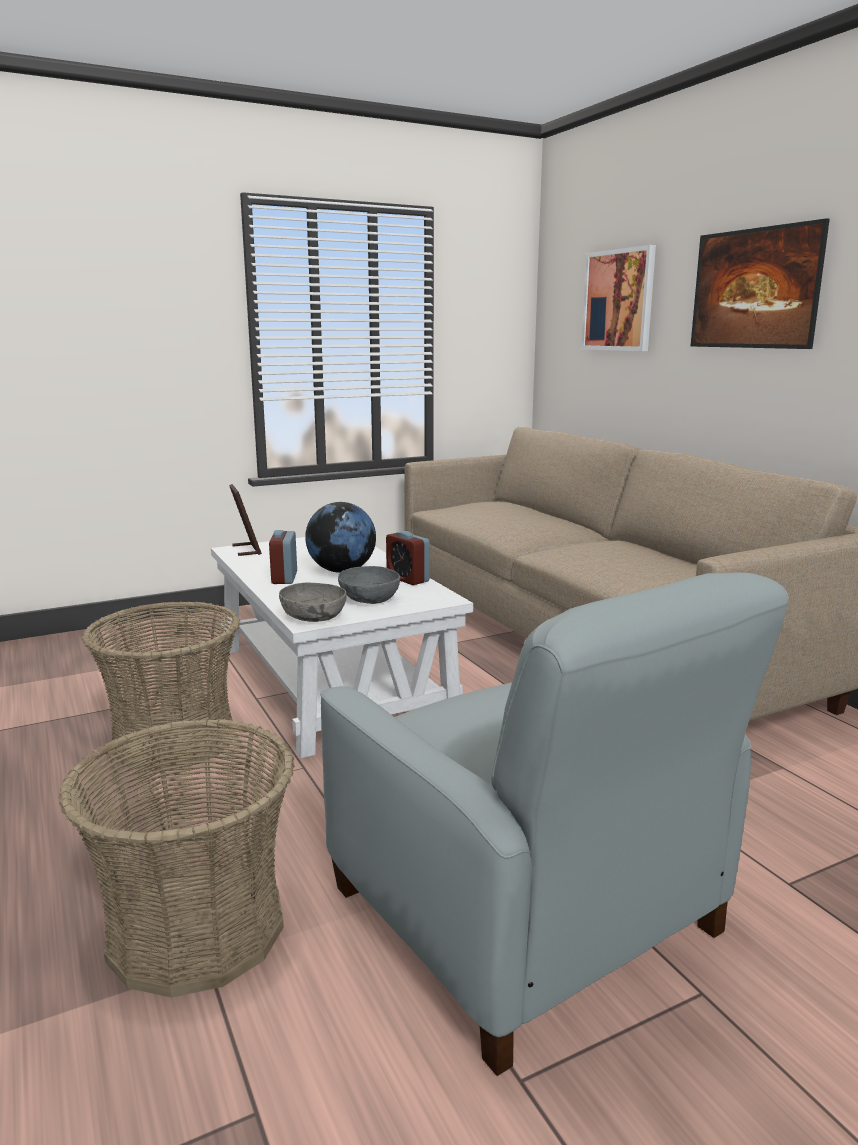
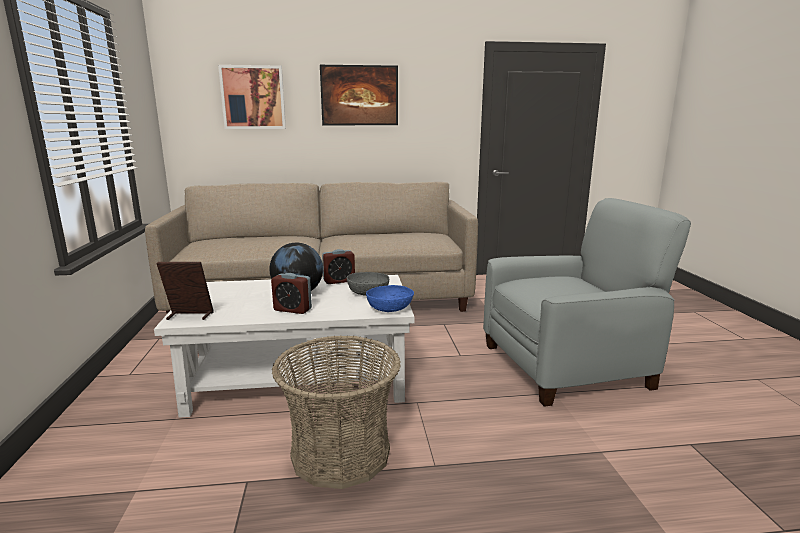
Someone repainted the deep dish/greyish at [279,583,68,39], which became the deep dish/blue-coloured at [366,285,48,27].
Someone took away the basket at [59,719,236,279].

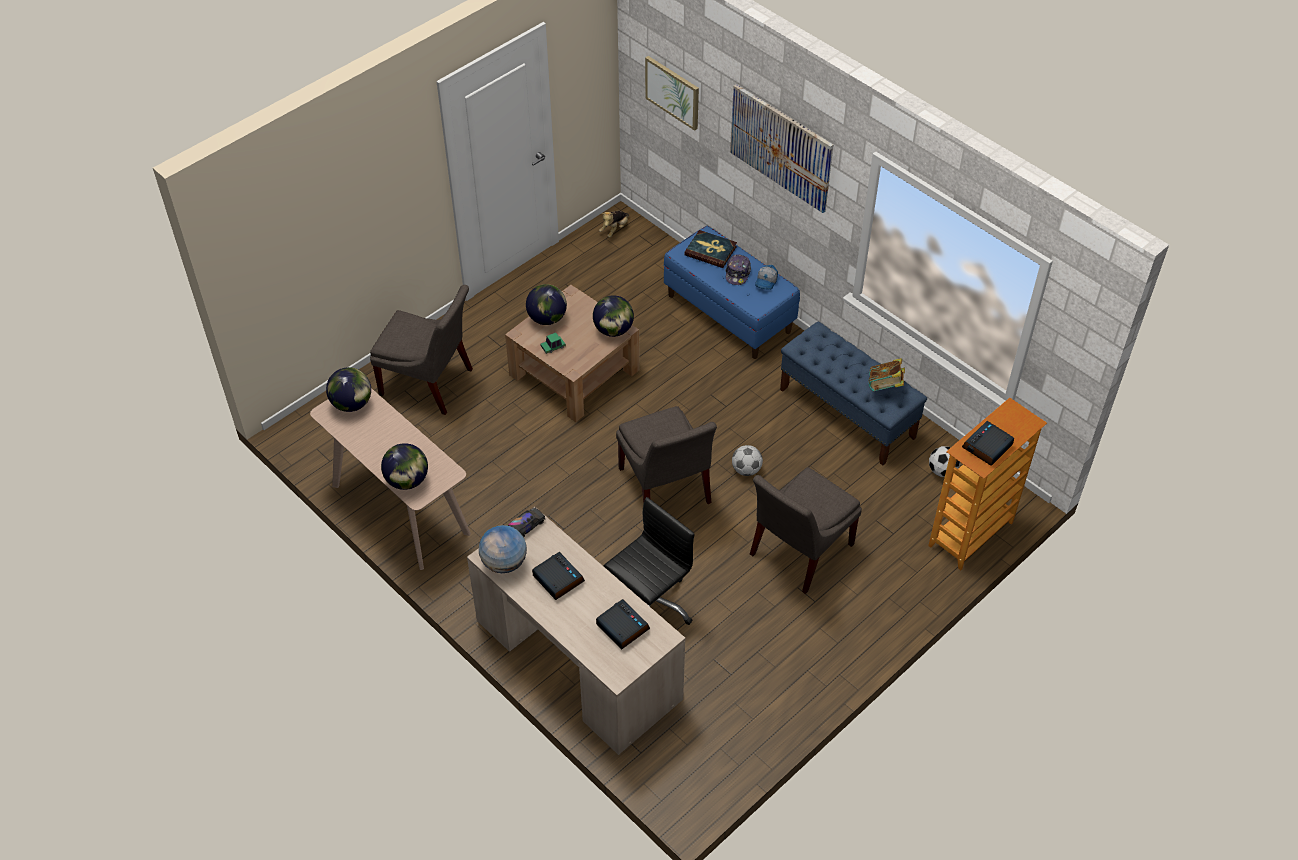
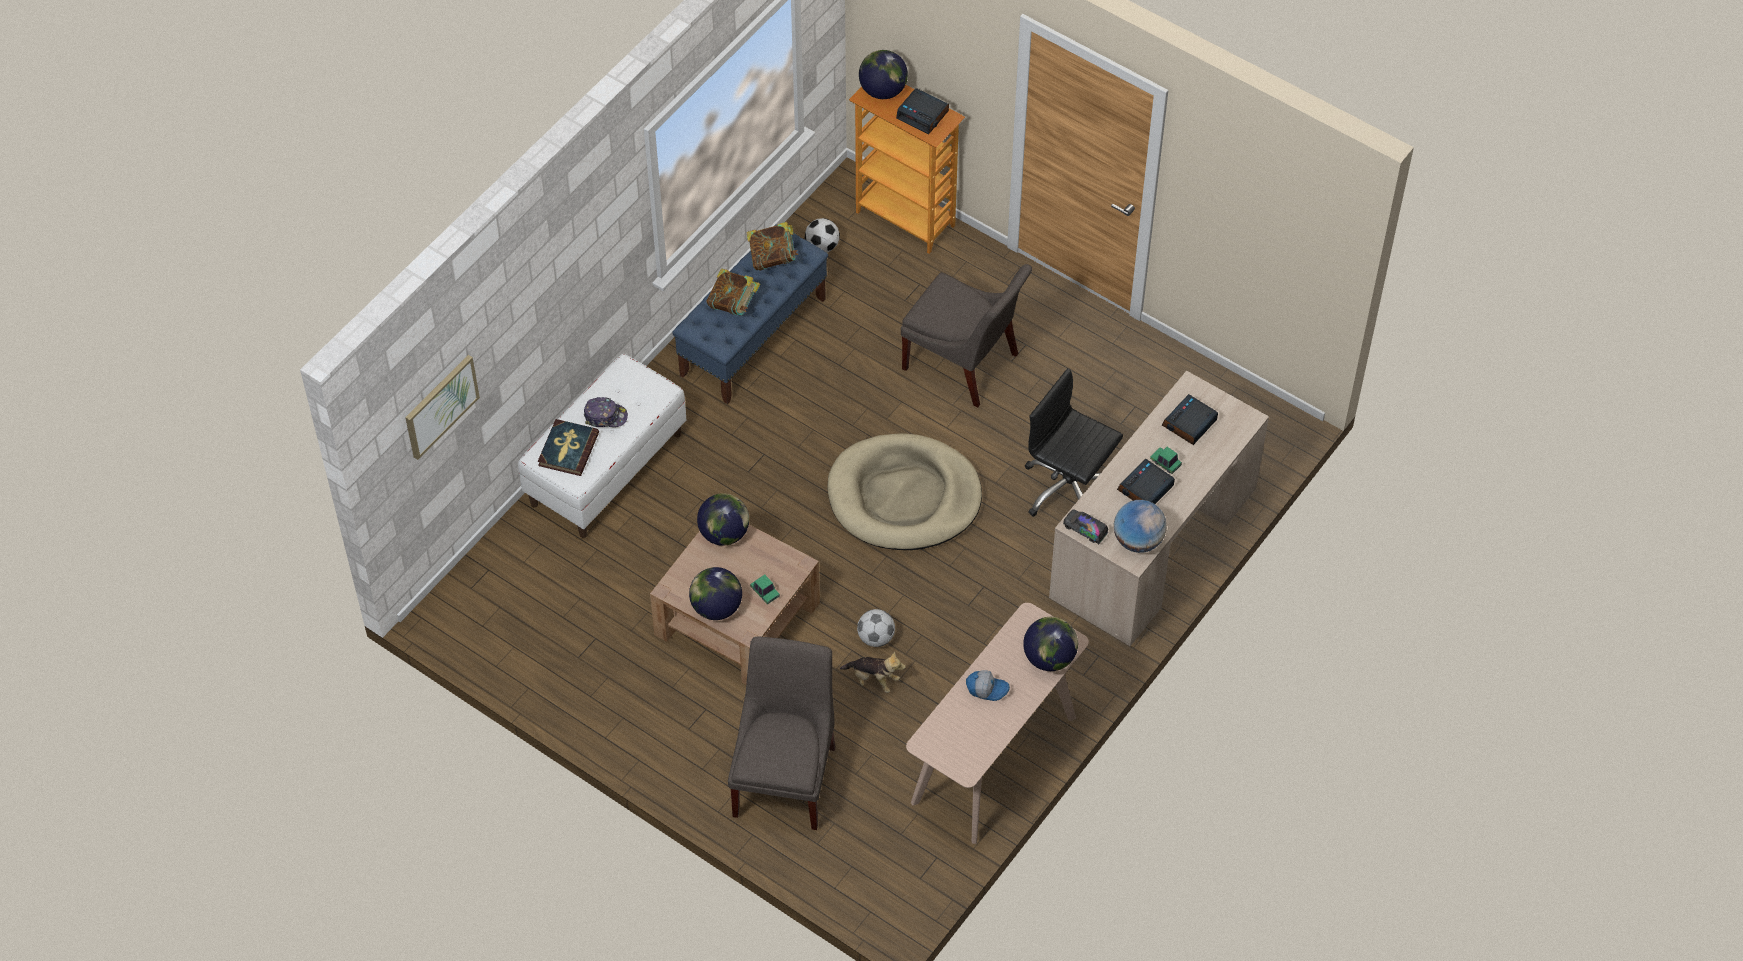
Someone took away the wall picture at [730,84,103,129].
Someone carried the cuddly toy from [599,211,30,27] to [840,651,66,42].
Someone repainted the bench/blue-coloured at [664,226,136,133], which became the bench/whitish at [518,354,168,184].
Someone carried the baseball cap from [755,265,23,25] to [966,670,44,31].
Someone carried the desk globe from [326,367,45,45] to [859,50,49,49].
Someone swapped the chair/greyish at [616,406,101,98] for the dog cushion/beige at [827,433,155,117].
Someone carried the football ball from [732,445,31,31] to [857,609,38,38].
Someone put down the bound book at [706,268,54,47].
Someone put down the model car at [1150,447,32,27].

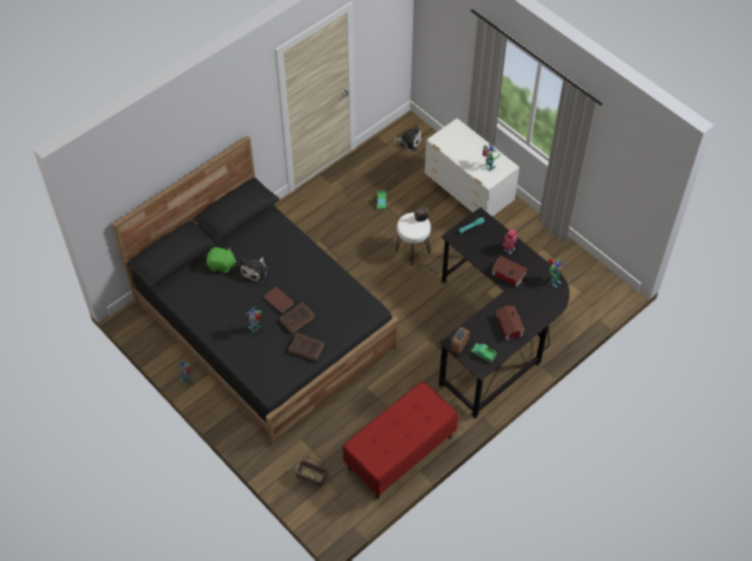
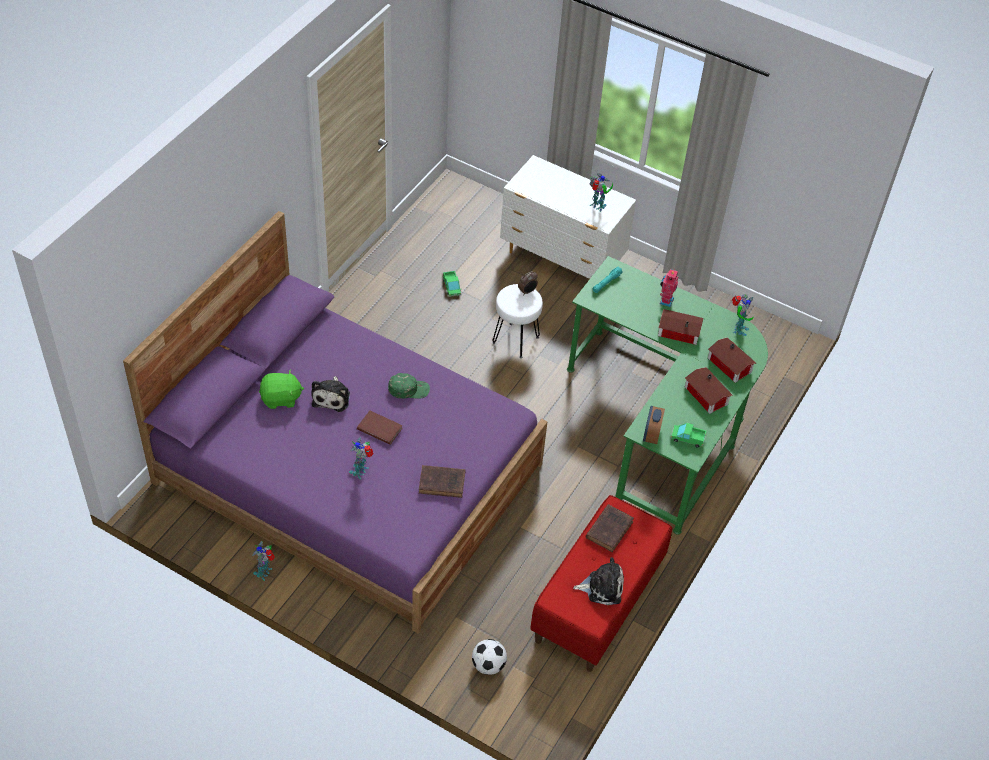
Someone carried the cuddly toy from [393,125,30,26] to [573,557,51,48].
Someone repainted the sleeping bed/blackish at [112,136,287,309], which became the sleeping bed/purple-coloured at [123,211,424,423].
Someone repainted the desk unit/blackish at [439,207,131,211], which became the desk unit/green-coloured at [567,256,201,279].
Someone carried the bound book/brown from [279,302,37,32] to [586,504,48,48].
Someone swapped the basket at [295,456,32,32] for the football ball at [472,639,35,36].
Someone put down the miniature house at [708,337,48,46].
Someone put down the baseball cap/green-coloured at [388,373,42,26].

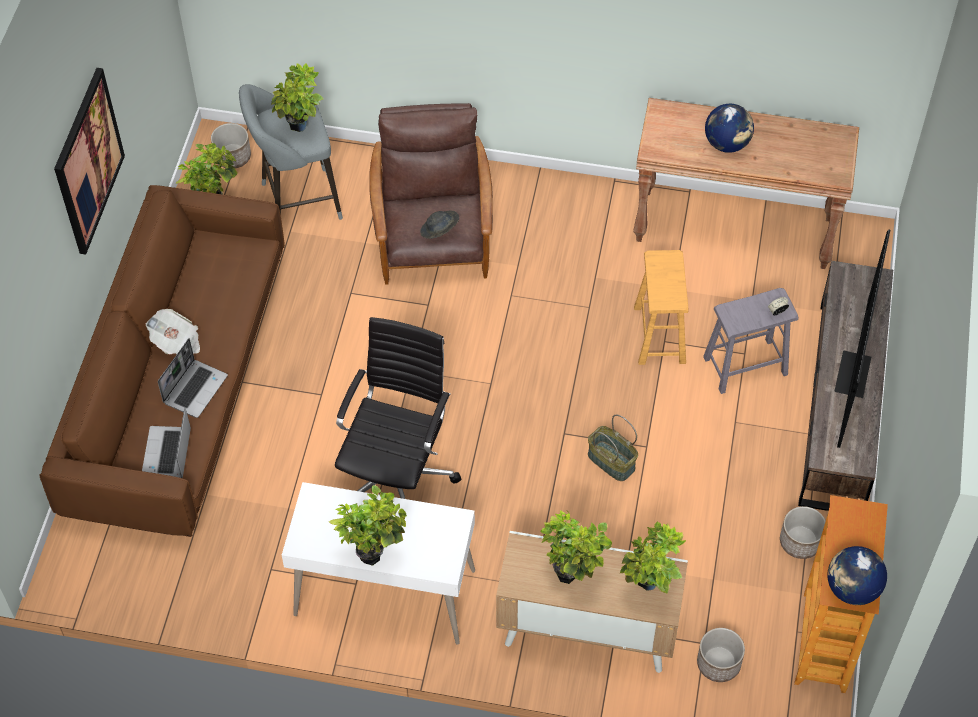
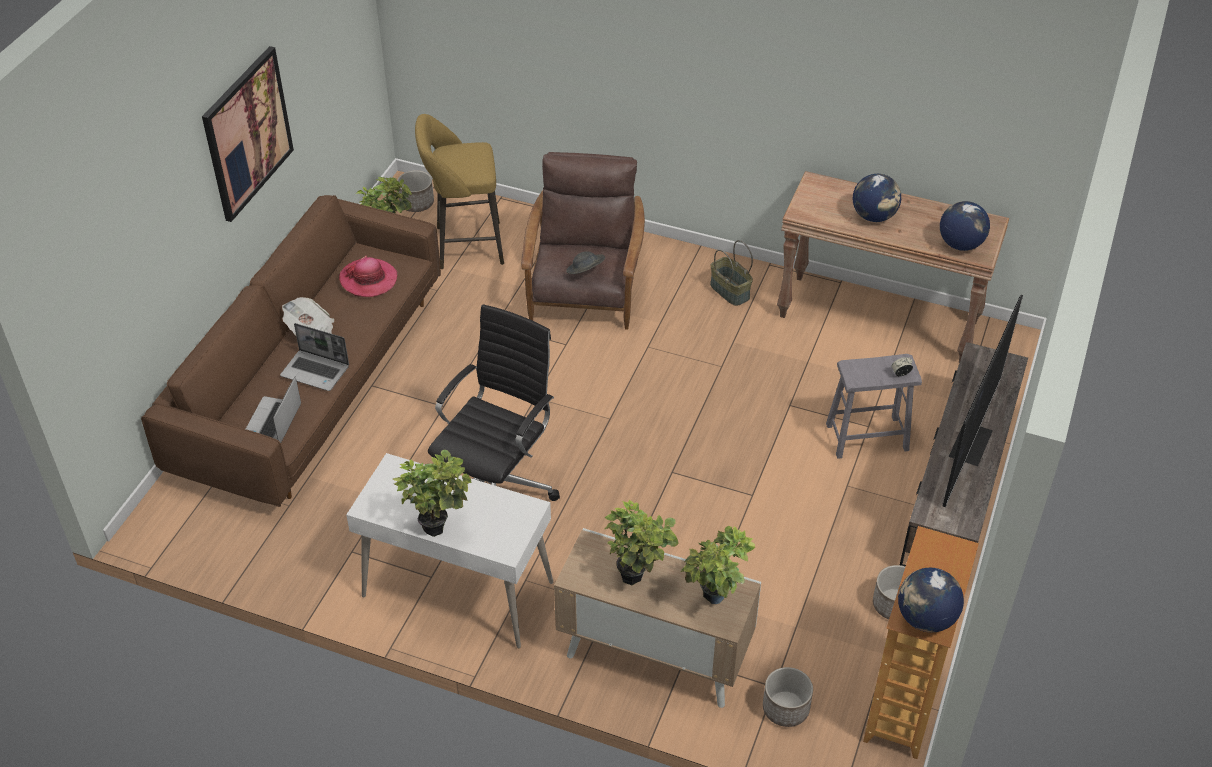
Someone took away the houseplant at [271,63,52,69].
Someone repainted the stool seat/greyish at [239,84,104,136], which became the stool seat/yellowish at [415,114,89,155].
Someone took away the stool seat/brown at [634,250,54,115].
Someone rotated the portable computer at [158,338,70,80] by 75 degrees clockwise.
Someone carried the basket from [588,415,50,66] to [710,240,43,66].
Someone put down the desk globe at [940,201,50,50].
Someone put down the wearable hat at [339,256,59,41].

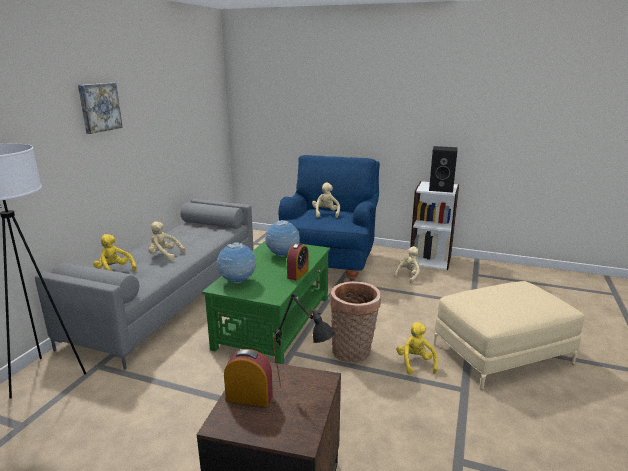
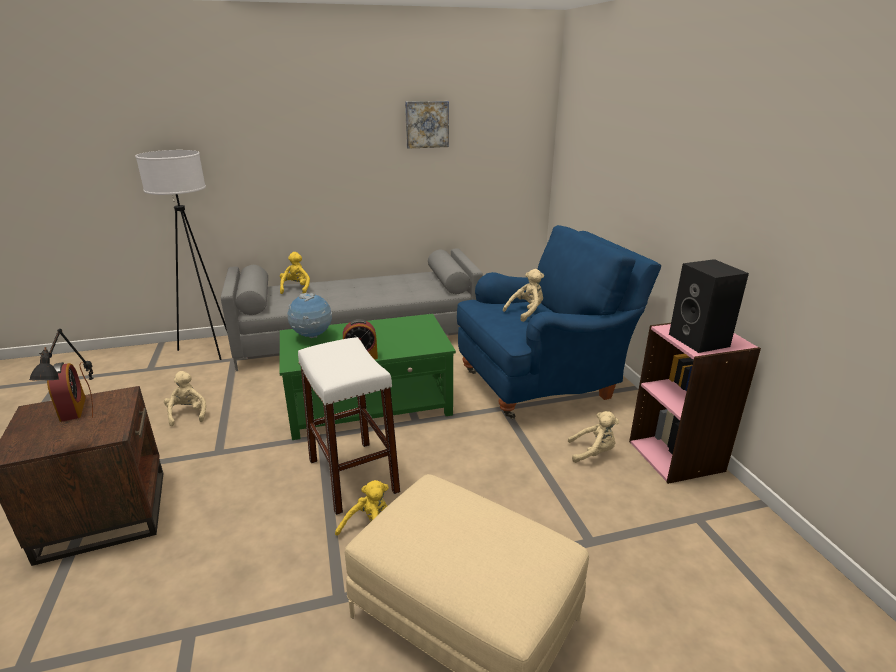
Someone carried the wall picture from [78,83,45,51] to [405,101,44,48].
Someone repainted the shelving unit/whitish at [410,181,49,89], which became the shelving unit/pinkish at [629,323,132,161].
Someone took away the desk globe at [265,220,35,37].
Someone carried the cuddly toy/beige from [148,222,37,39] to [164,371,42,55].
Someone swapped the basket at [330,281,51,82] for the stool seat/whitish at [298,337,102,178].

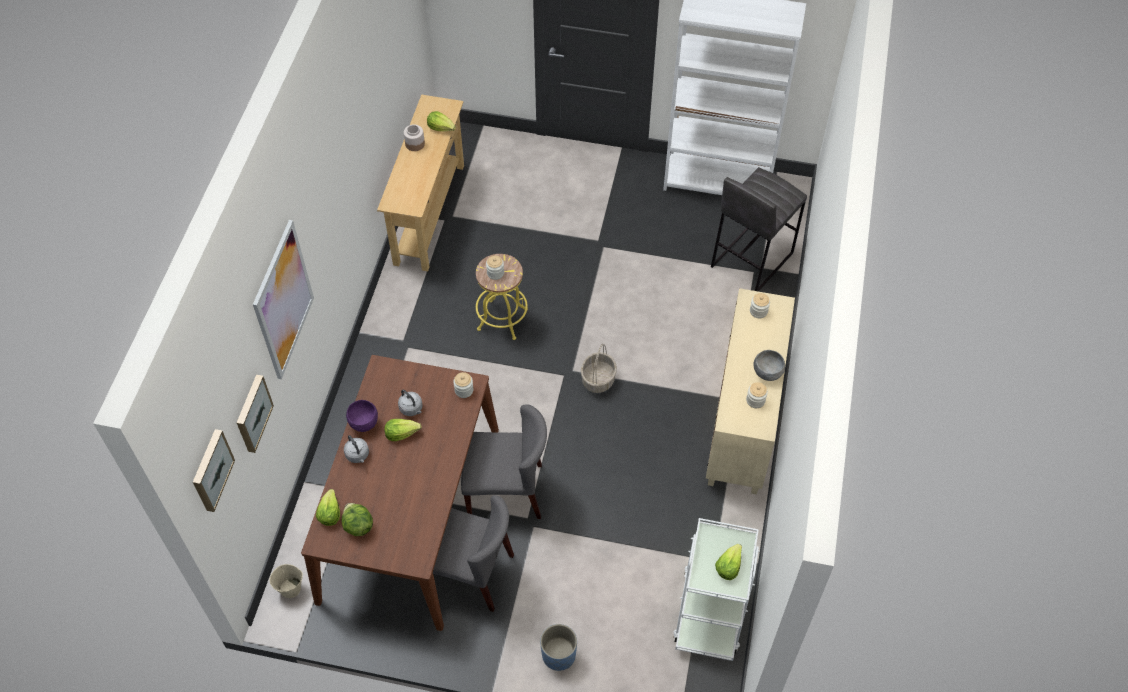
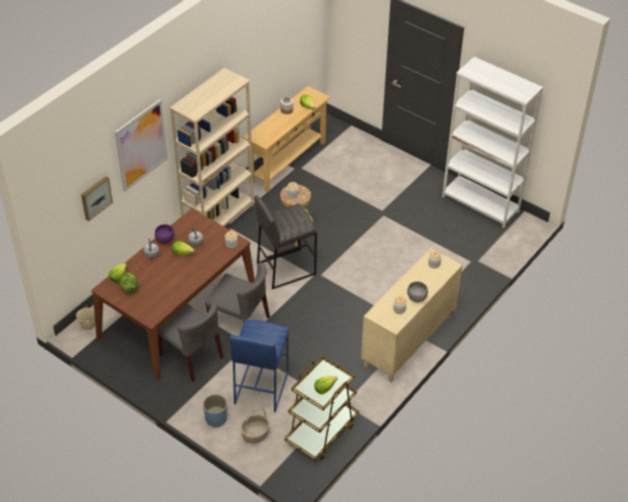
Someone carried the stool seat/greyish from [711,167,96,125] to [254,195,63,94].
Someone carried the basket from [581,343,36,50] to [241,407,29,37].
Someone took away the wall picture at [193,429,42,83].
Someone repainted the wheeled cart/whitish at [673,518,87,143], which became the wheeled cart/brown at [285,356,74,105].
Someone put down the shelving unit/beige at [170,68,84,159].
Someone put down the stool seat/blue-coloured at [230,319,59,94].

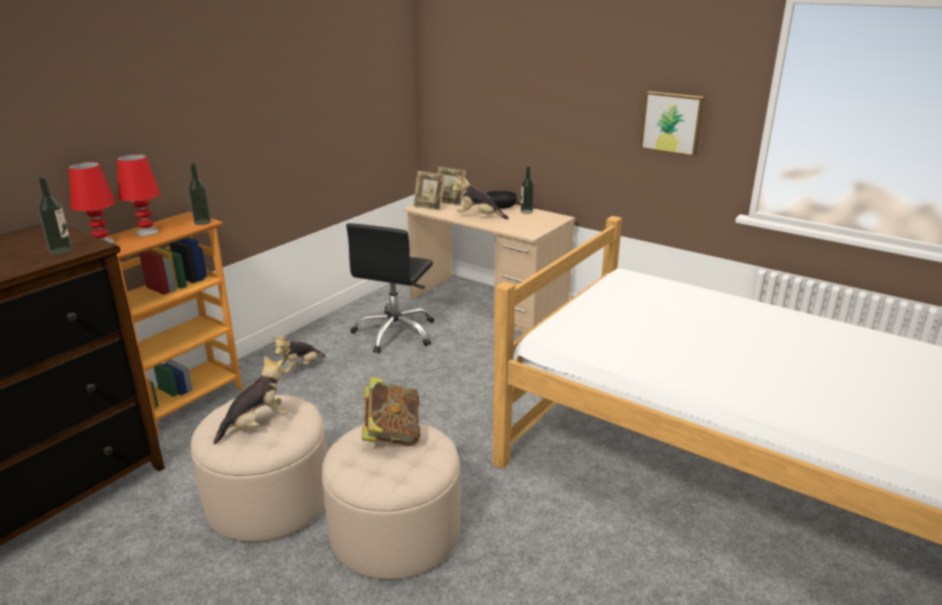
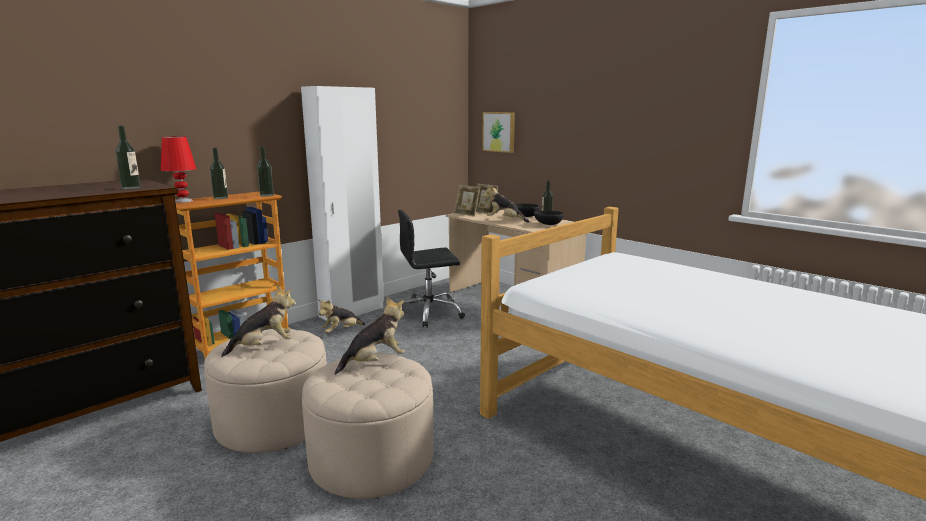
Someone carried the wall picture from [640,91,65,66] to [482,112,33,41].
Someone swapped the tabletop lamp/reddish at [117,154,43,82] for the bottle at [210,148,18,51].
Someone rotated the office chair/blackish at [346,223,88,130] by 45 degrees clockwise.
Someone swapped the bound book at [362,377,58,69] for the cuddly toy at [335,297,70,78].
Someone put down the clothes cupboard/whitish at [301,86,83,237].
Someone put down the deep dish/blackish at [534,210,29,15].

